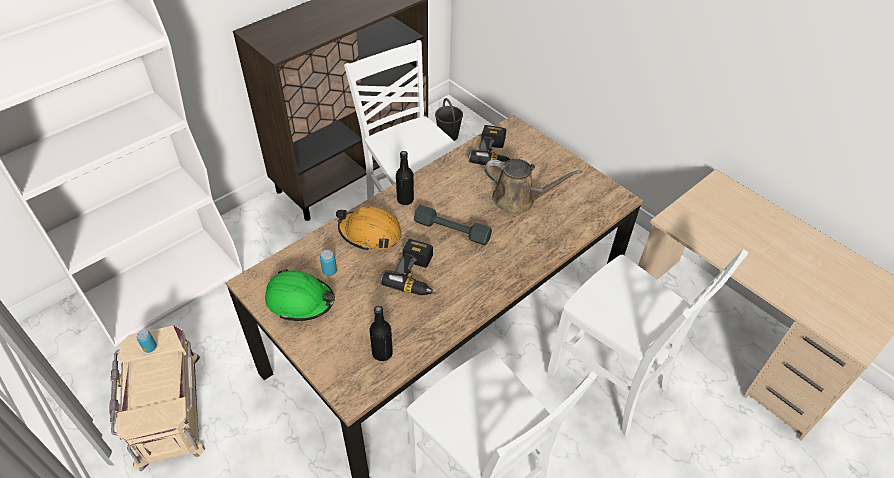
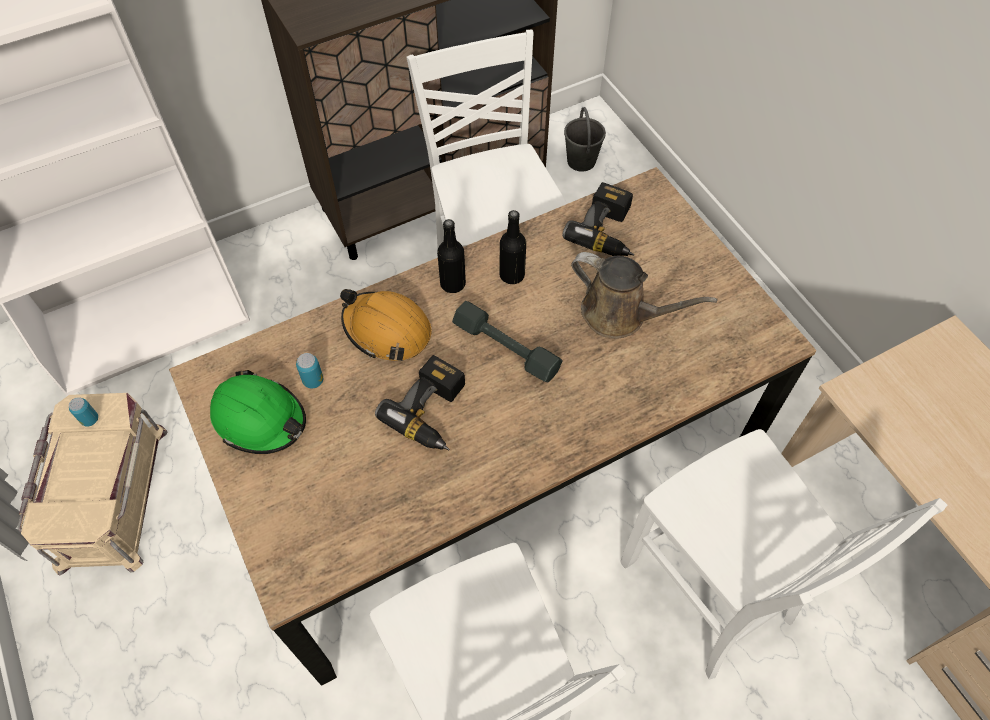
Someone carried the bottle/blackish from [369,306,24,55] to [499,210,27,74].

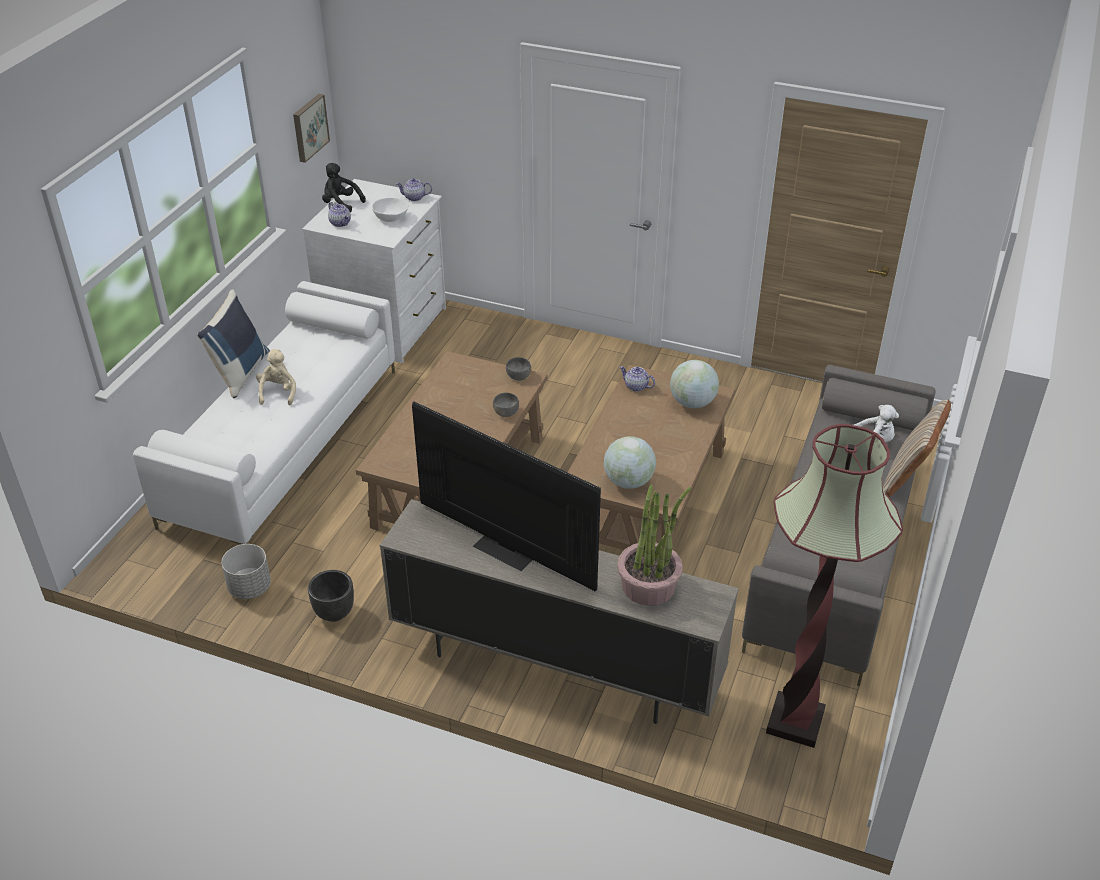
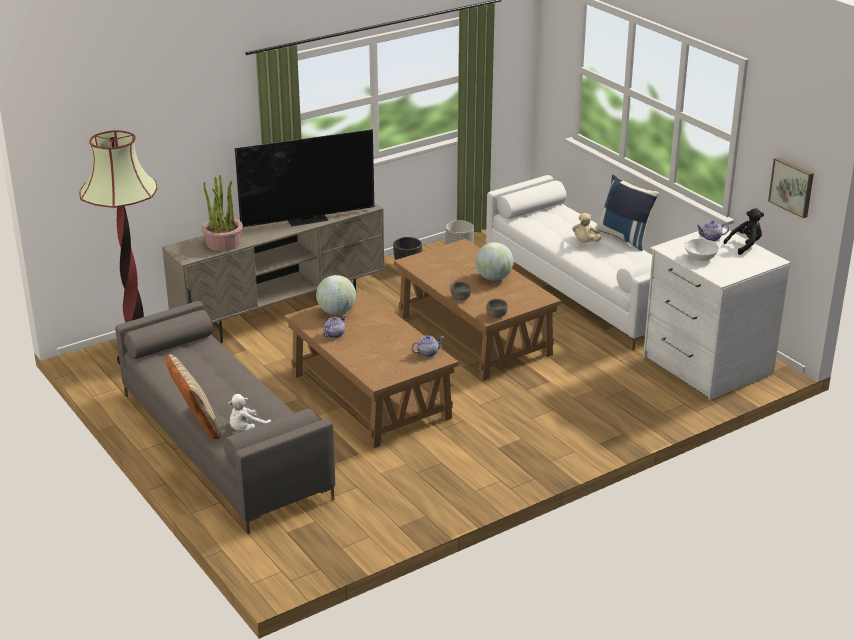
Someone carried the pot for tea from [396,178,36,23] to [323,315,23,23].
Someone rotated the cuddly toy/beige at [256,349,40,57] by 75 degrees clockwise.
Someone carried the desk globe from [670,360,49,48] to [475,242,39,39].

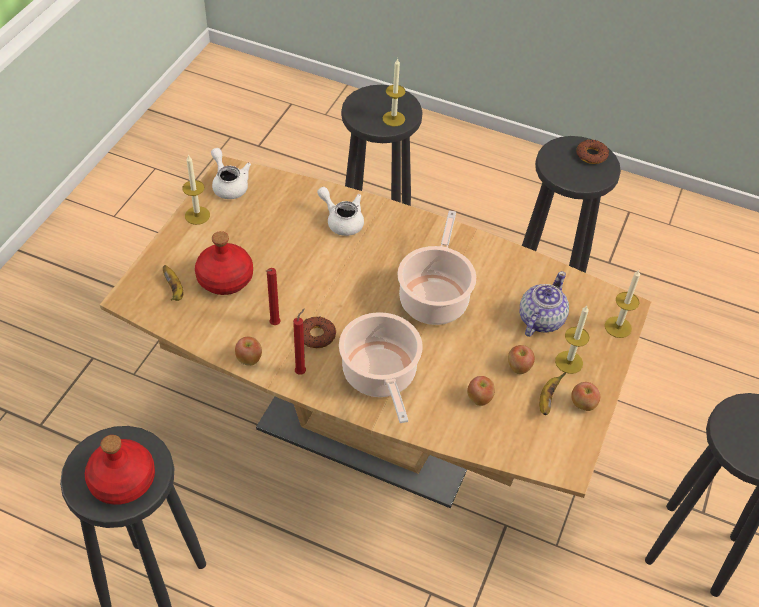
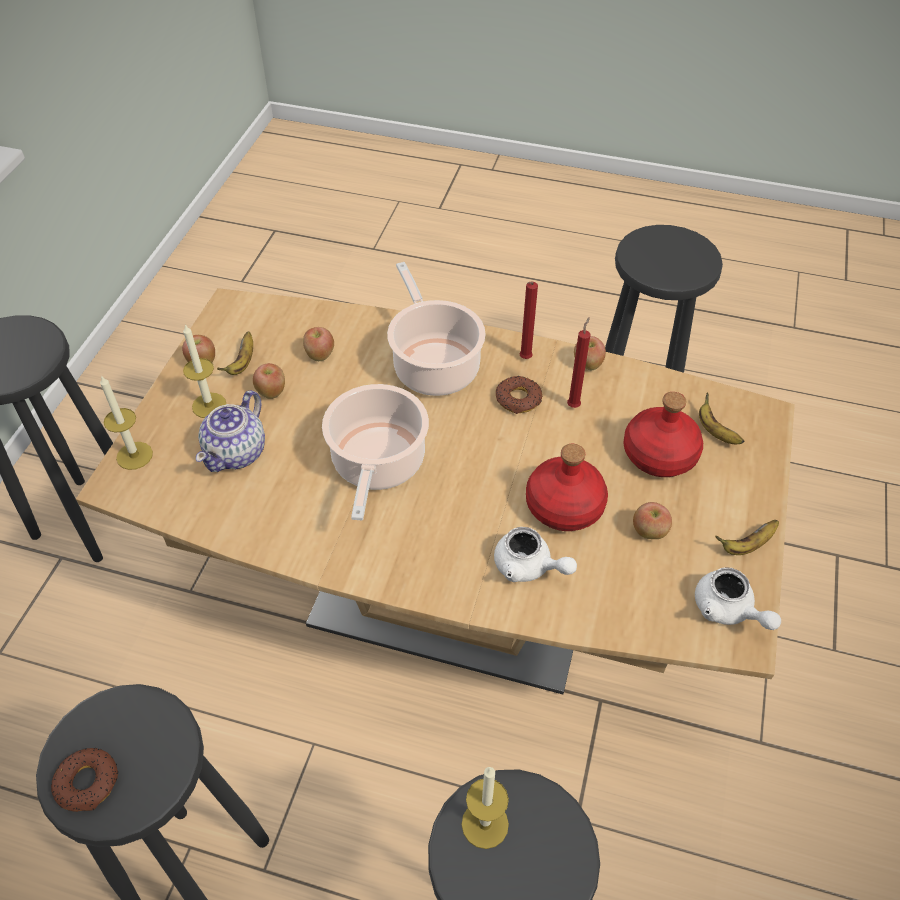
Someone swapped the candle at [182,154,28,71] for the banana at [715,520,64,35].
Someone carried the bottle/reddish from [85,435,70,70] to [526,444,82,87].
Someone put down the apple fruit at [633,502,39,37].

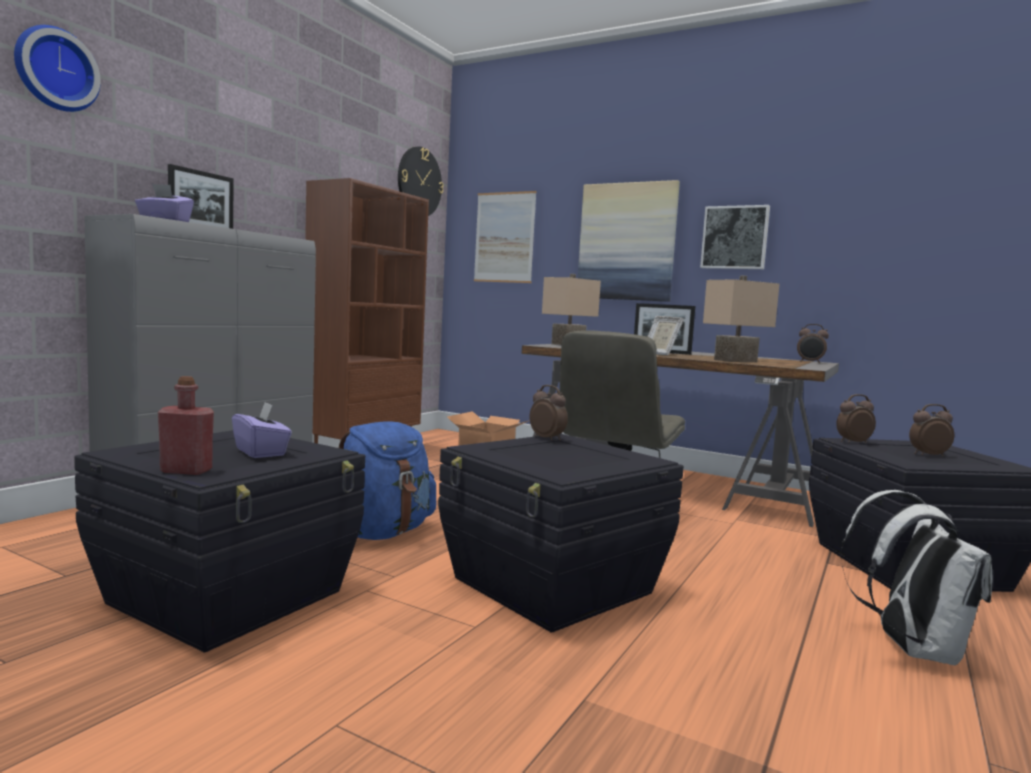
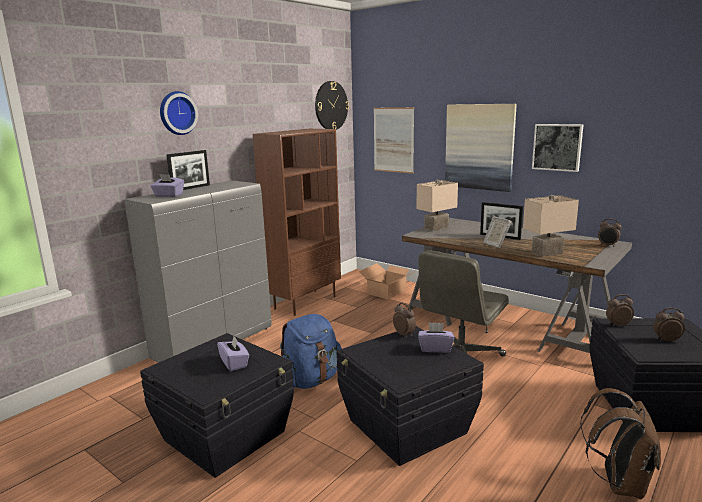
Someone carried the wall clock from [14,25,87,87] to [160,91,38,44].
Someone took away the bottle/reddish at [158,376,56,99].
Someone repainted the backpack/whitish at [840,490,153,175], which became the backpack/brown at [580,388,81,111].
Someone put down the tissue box/purple-coloured at [418,322,36,31].

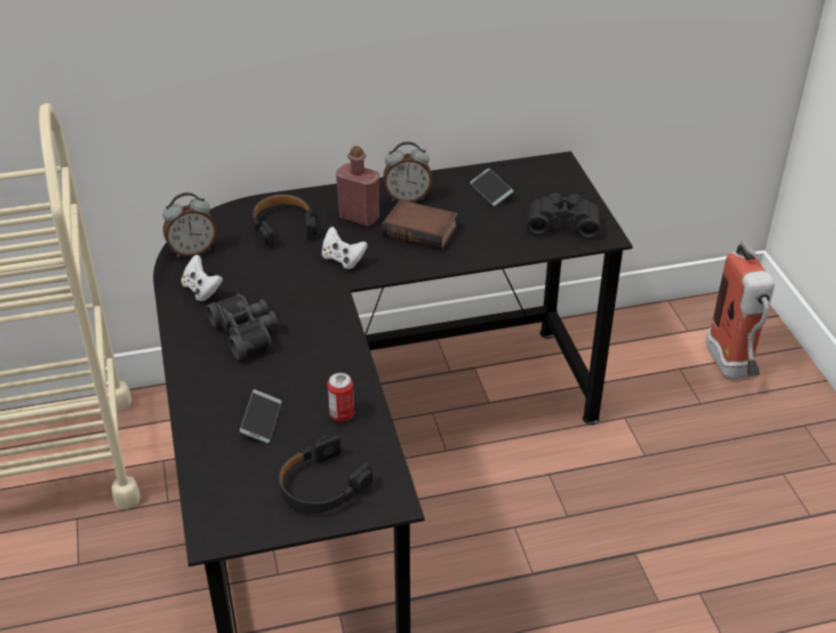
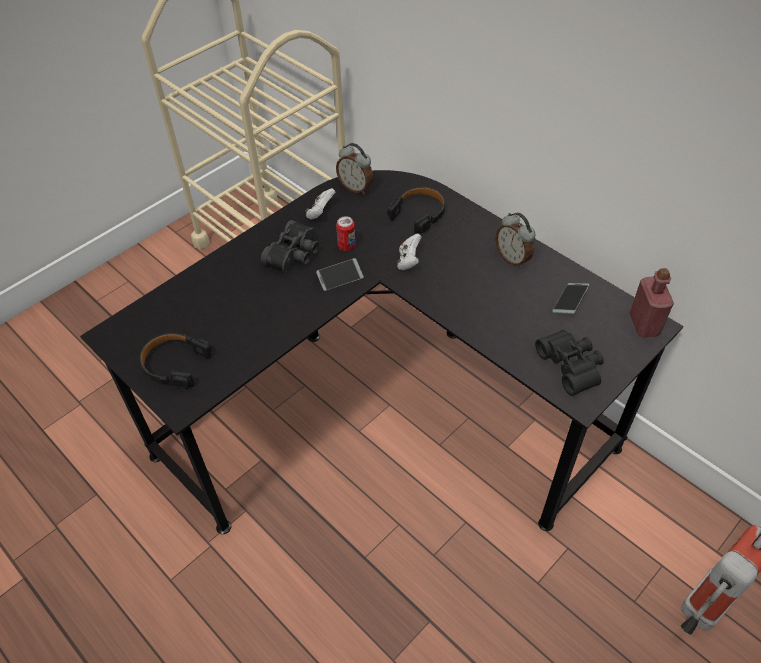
Someone carried the bottle/reddish from [336,146,44,80] to [629,268,45,69].
Someone took away the bound book at [381,200,77,51].
Someone carried the sealed can from [327,373,27,48] to [336,216,20,35].
Someone carried the handset from [240,389,41,54] to [316,258,48,33].

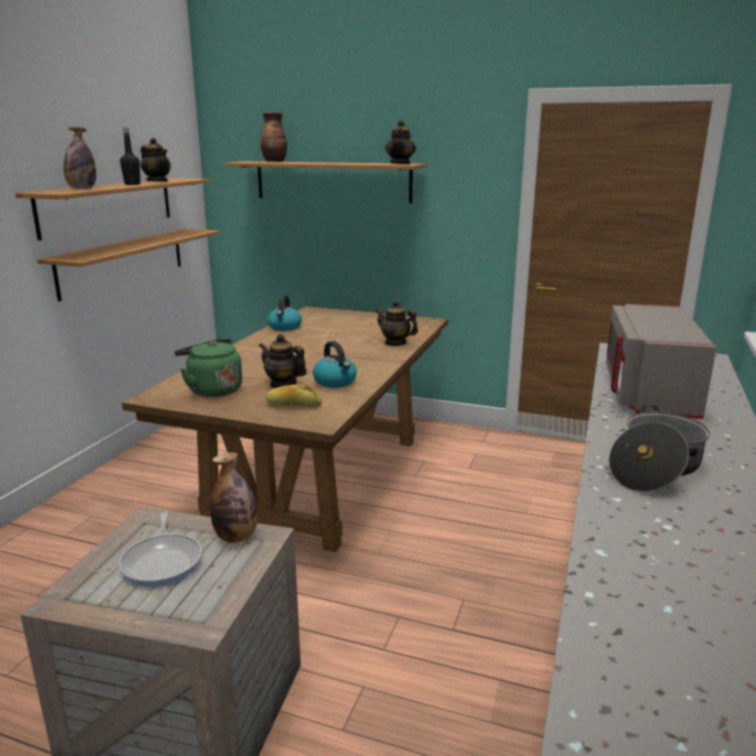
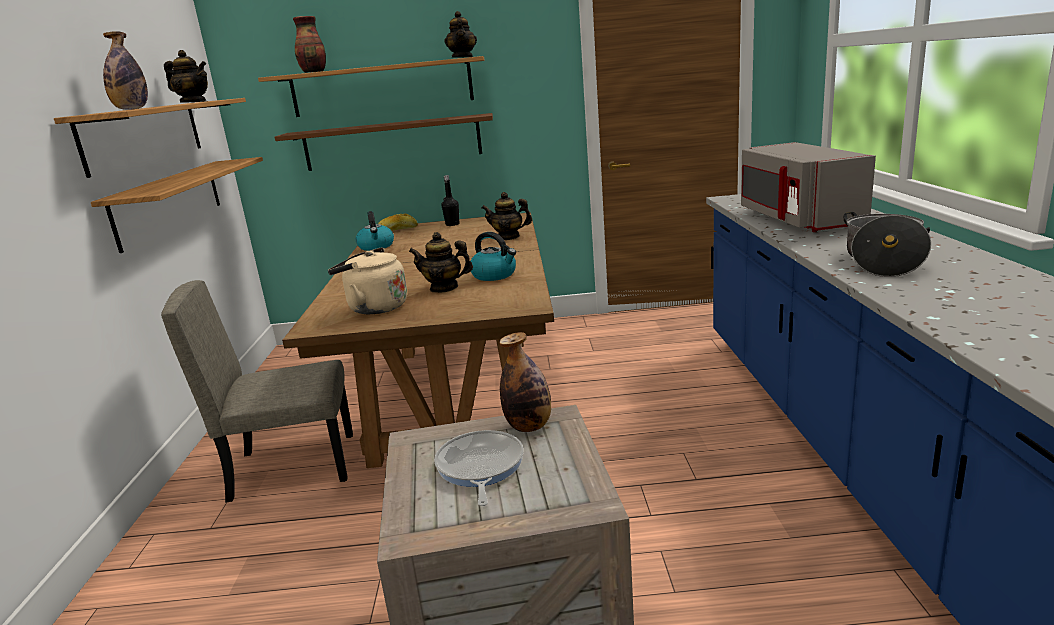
Someone carried the bottle/blackish from [120,128,20,57] to [442,175,17,51].
Someone repainted the water kettle/green-coloured at [174,339,68,58], which became the water kettle/beige at [328,247,79,67].
Someone carried the bakery bread from [265,384,57,23] to [378,214,40,17].
Someone rotated the frying pan at [119,512,83,75] by 150 degrees counterclockwise.
Someone put up the wall shelf/brown at [275,113,218,58].
Someone put down the chair/beige at [161,280,192,223].

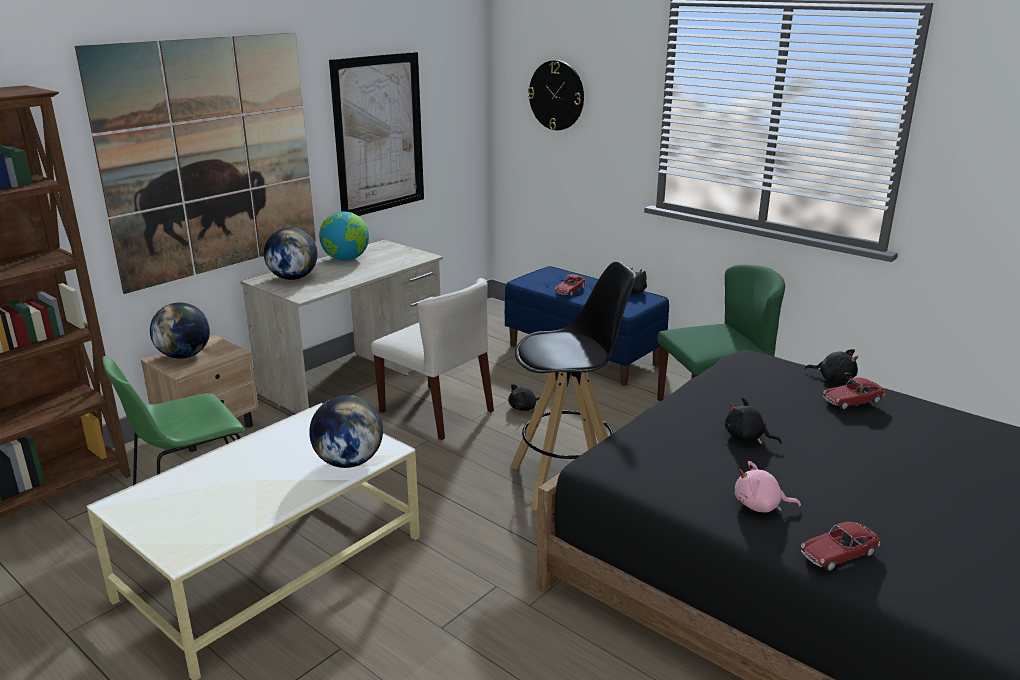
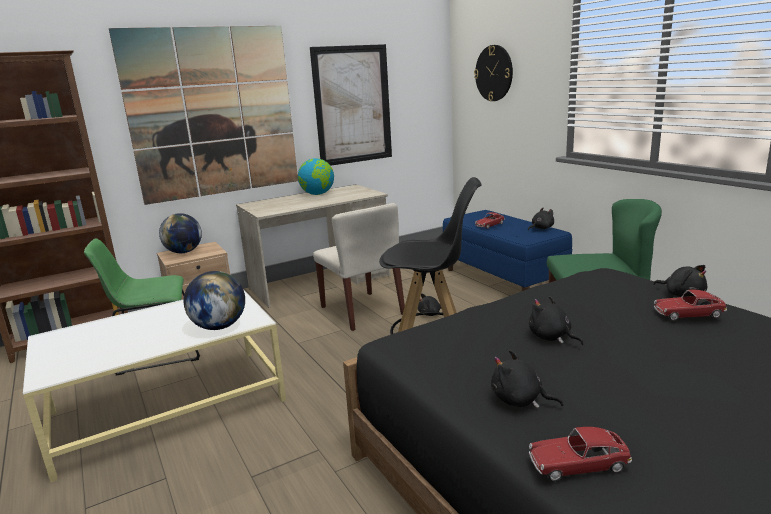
Someone took away the desk globe at [264,227,53,53].
Someone repainted the cuddly toy/pinkish at [734,461,67,51], which became the cuddly toy/blackish at [491,350,72,58].

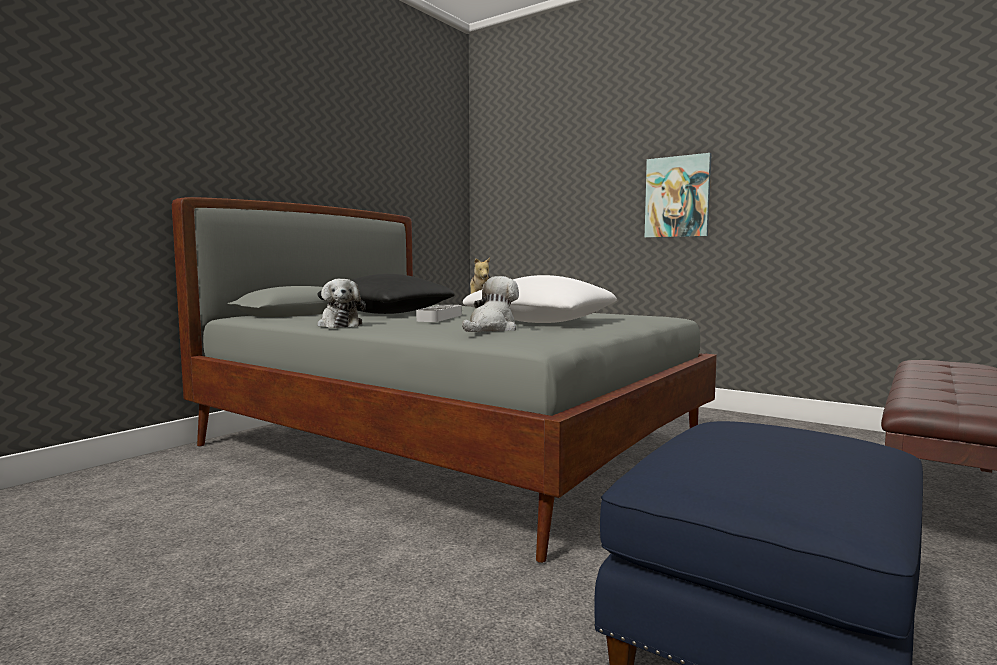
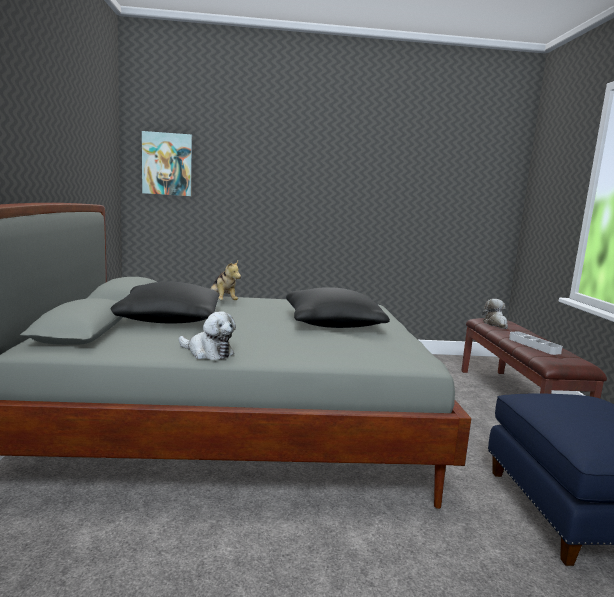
Someone carried the wall picture from [645,153,66,85] to [142,131,50,65].
Someone repainted the pillow/whitish at [463,275,154,48], which became the pillow/blackish at [286,287,104,41].
Someone carried the cuddly toy from [462,276,57,56] to [482,299,26,30].
Someone carried the carrying tray/greyish from [416,305,46,17] to [509,331,54,24].

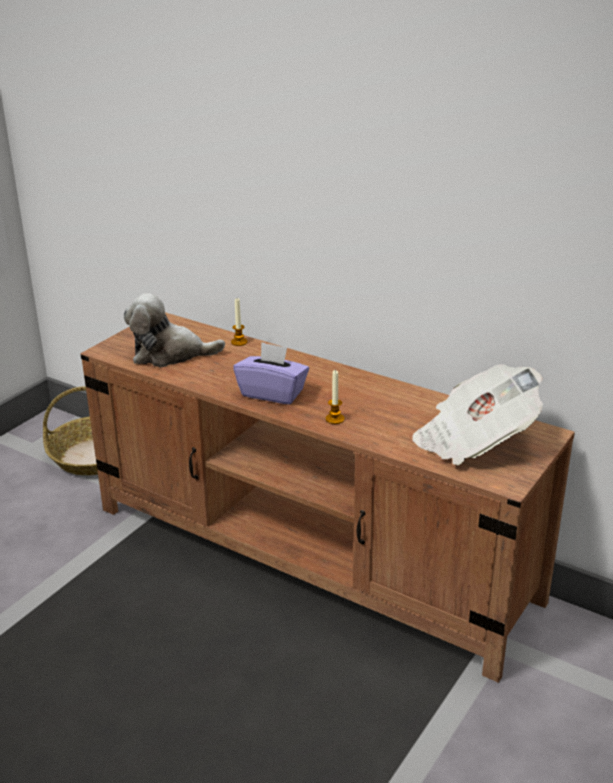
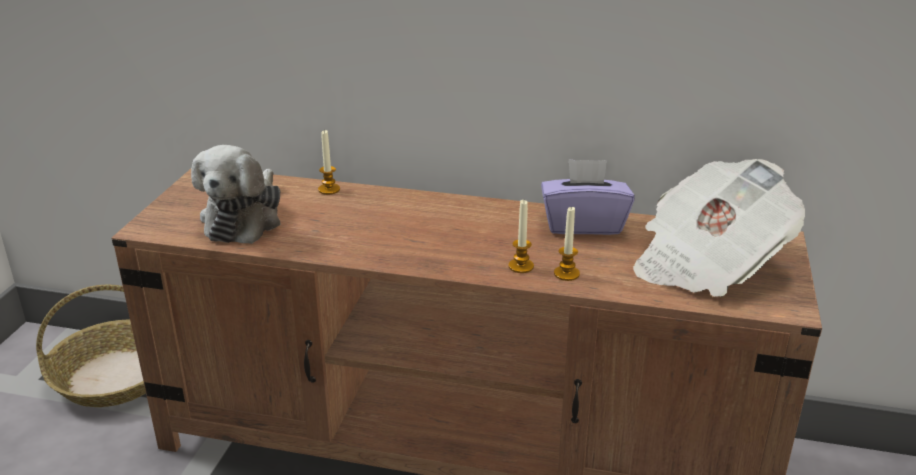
Someone rotated the cuddly toy at [124,293,101,74] by 60 degrees counterclockwise.
Someone carried the tissue box/purple-coloured from [233,342,76,63] to [541,159,94,76].
Someone put down the candle at [554,206,26,75].

